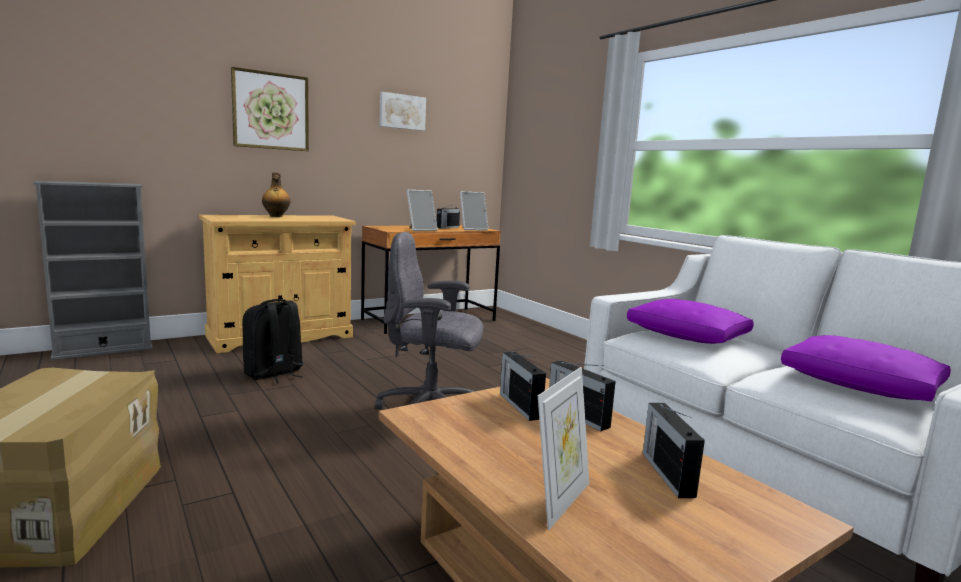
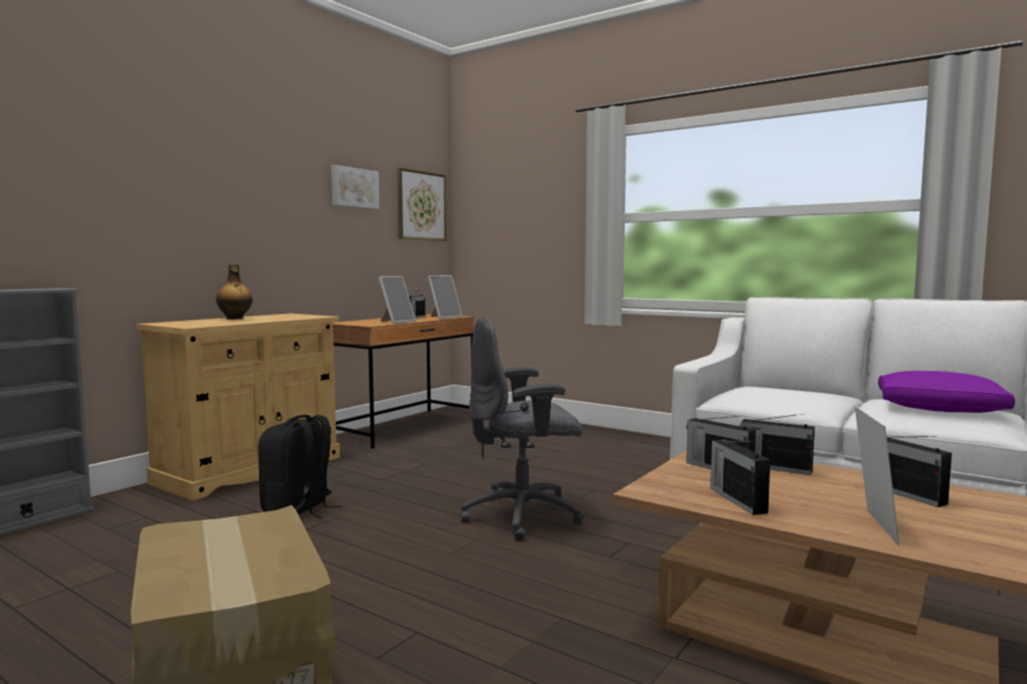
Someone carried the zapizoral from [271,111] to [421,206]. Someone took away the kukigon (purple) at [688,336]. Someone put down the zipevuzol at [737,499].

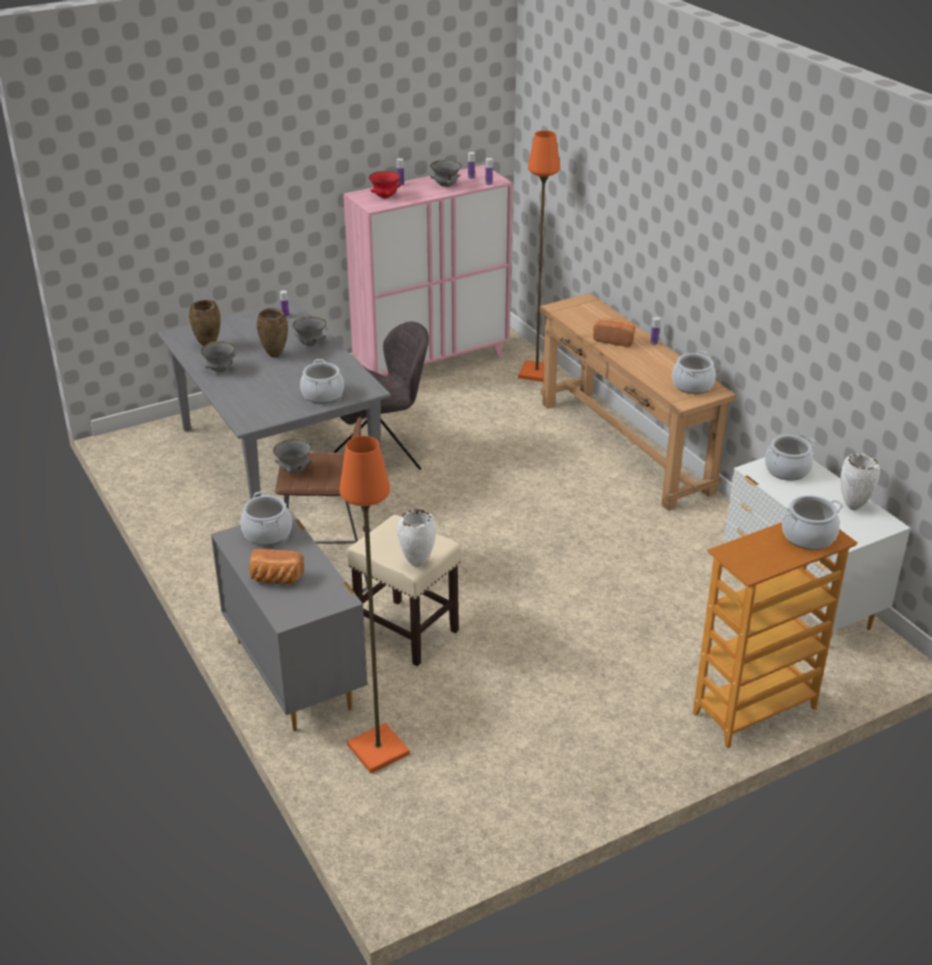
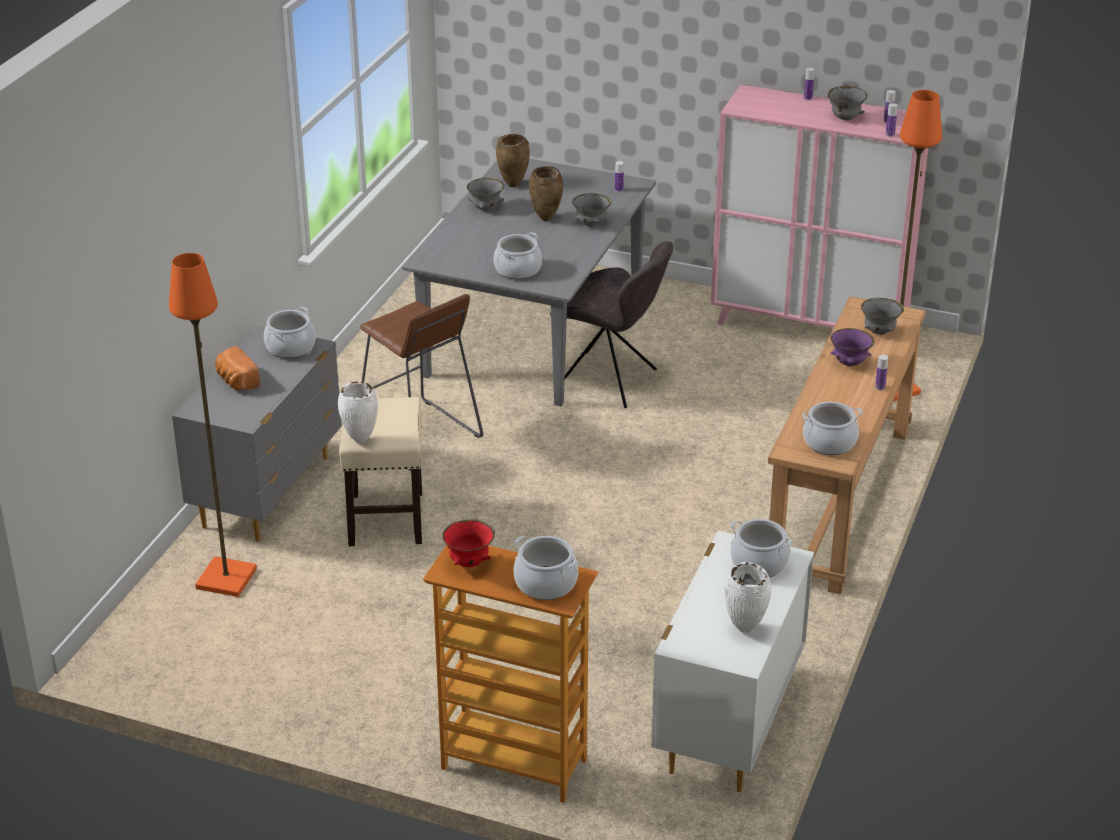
Someone carried the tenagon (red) from [385,197] to [469,563]. Someone swapped the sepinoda at [615,340] for the tenagon (purple) at [849,363]. Someone carried the tenagon (grey) from [294,470] to [879,332].

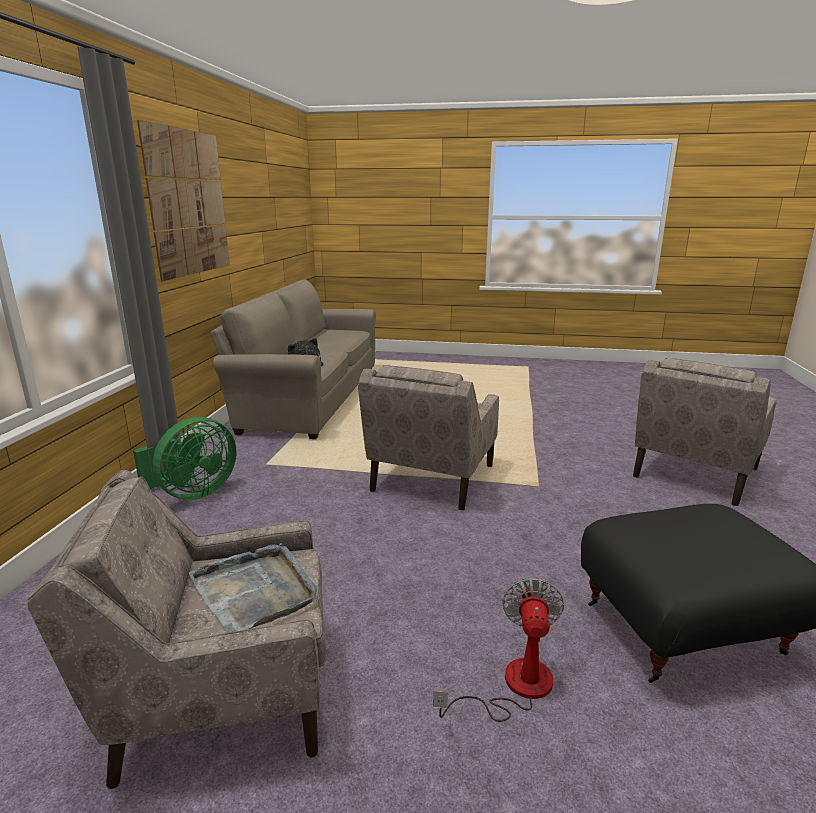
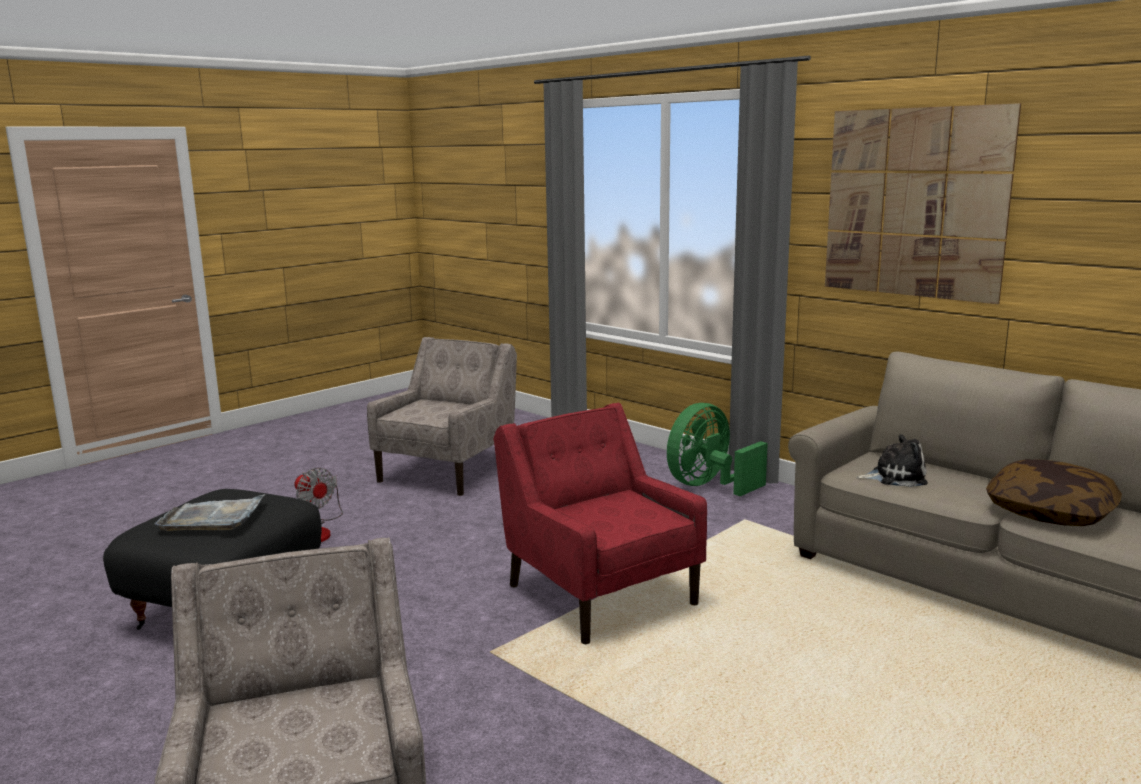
Someone repainted the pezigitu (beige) at [432,479], which became the pezigitu (red) at [601,593]. Someone rotated the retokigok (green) at [193,493] by 60 degrees clockwise. Someone carried the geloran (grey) from [255,590] to [213,517]. Someone put down the kukigon at [1050,512].

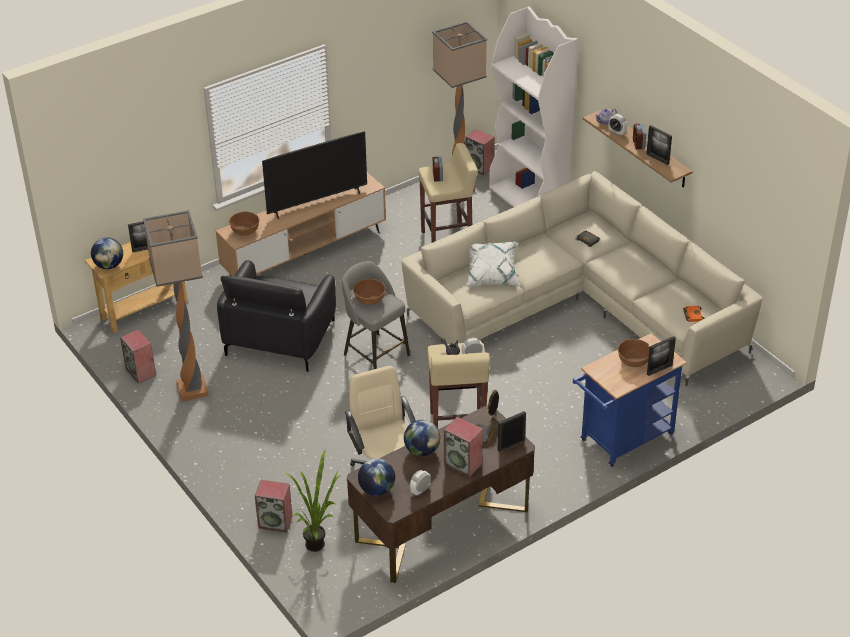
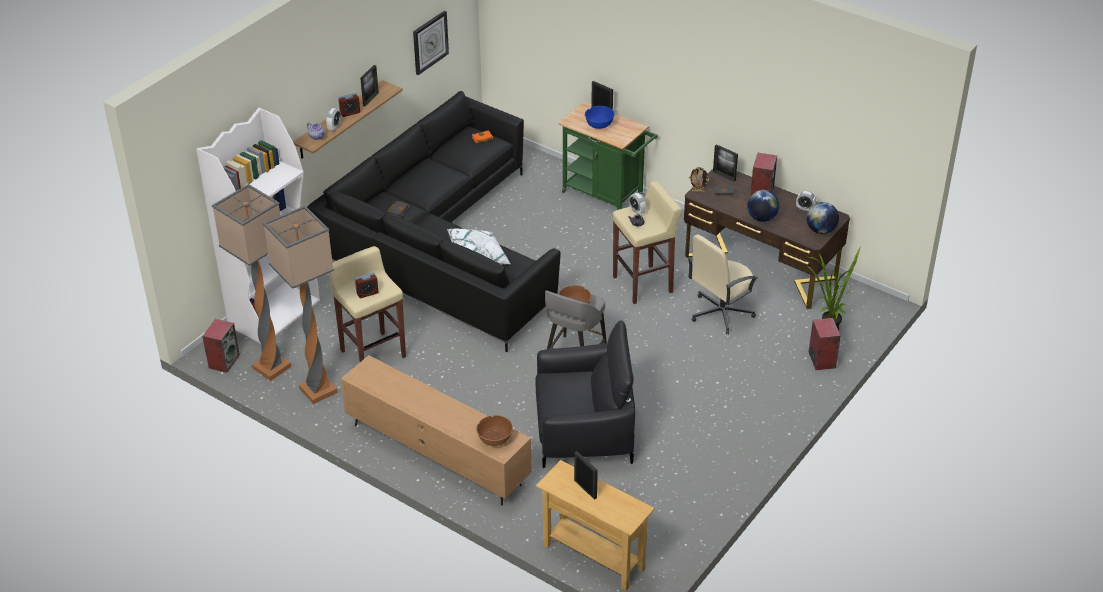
Someone took away the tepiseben at [317,203]. Someone repainted the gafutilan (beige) at [580,305], which became the gafutilan (black) at [440,248]. Someone carried the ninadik from [191,389] to [318,391]. Someone took away the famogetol at [109,265]. Someone took away the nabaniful at [141,372]. Someone repainted the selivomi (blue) at [622,440], which became the selivomi (green) at [606,195]. Someone repainted the tenagon (brown) at [633,361], which became the tenagon (blue) at [599,125]. Someone put up the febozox at [430,42].

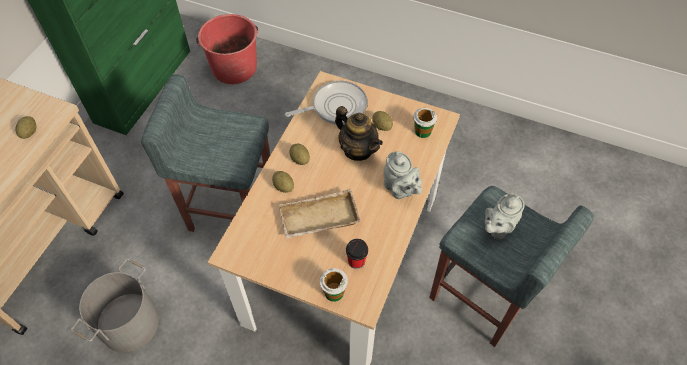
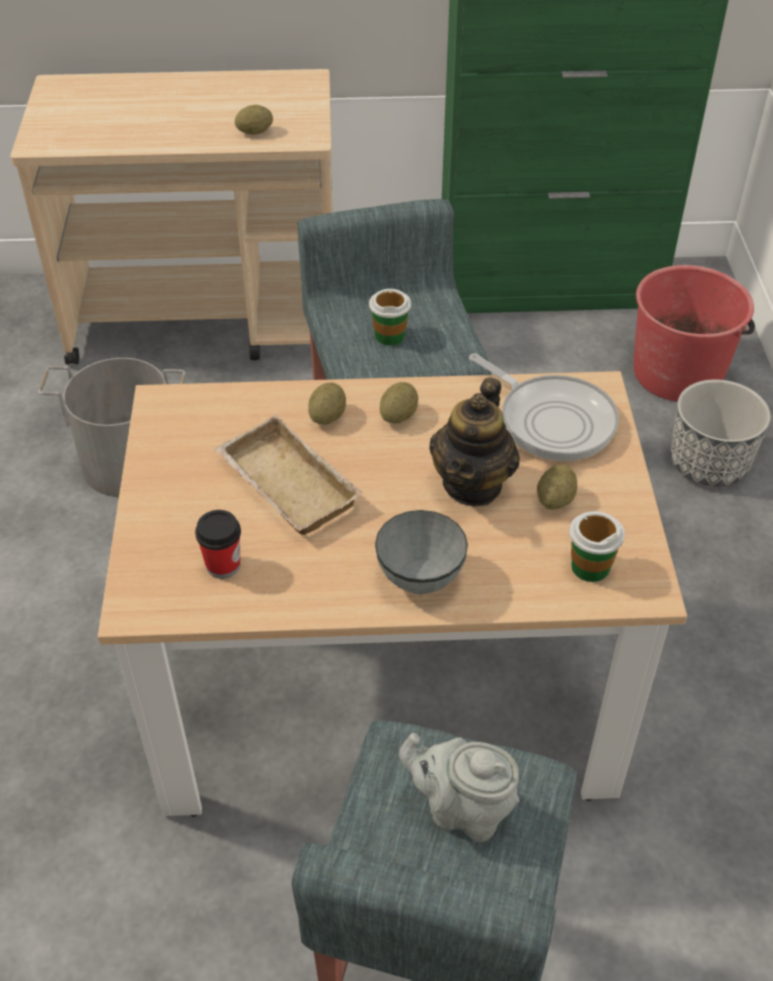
Someone swapped the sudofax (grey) at [400,189] for the tenagon (grey) at [420,577]. Someone carried the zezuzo from [334,292] to [389,335]. Someone put down the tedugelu at [709,463].

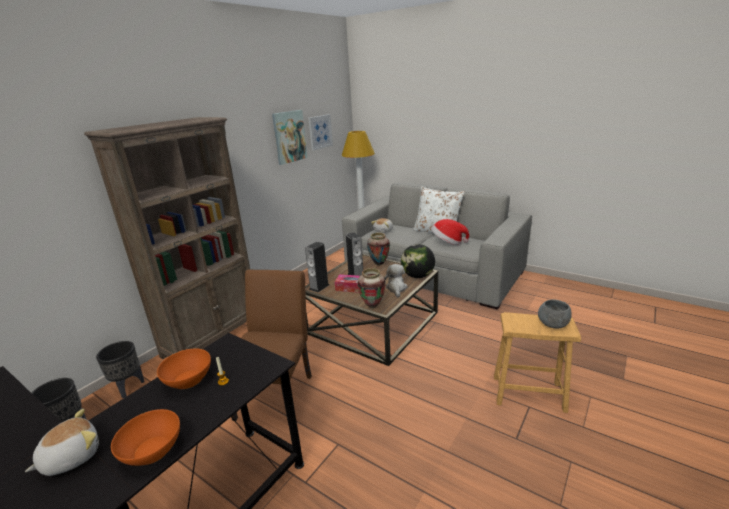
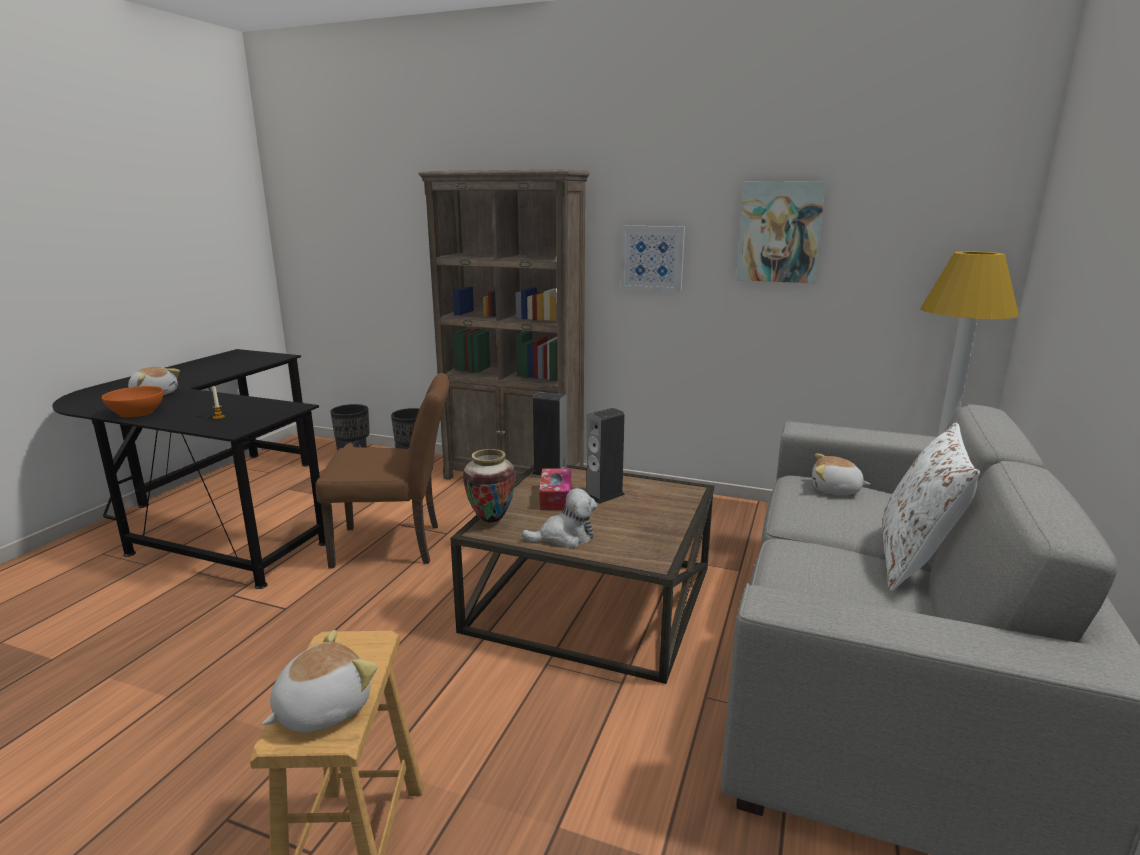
Someone carried the zapizoral from [320,132] to [652,258]. Someone took away the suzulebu at [448,243]. Someone took away the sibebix at [379,264]. Someone took away the famogetol at [417,276]. Someone swapped the tenagon (grey) at [552,325] for the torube at [321,709]. Someone took away the tenagon (orange) at [188,379].

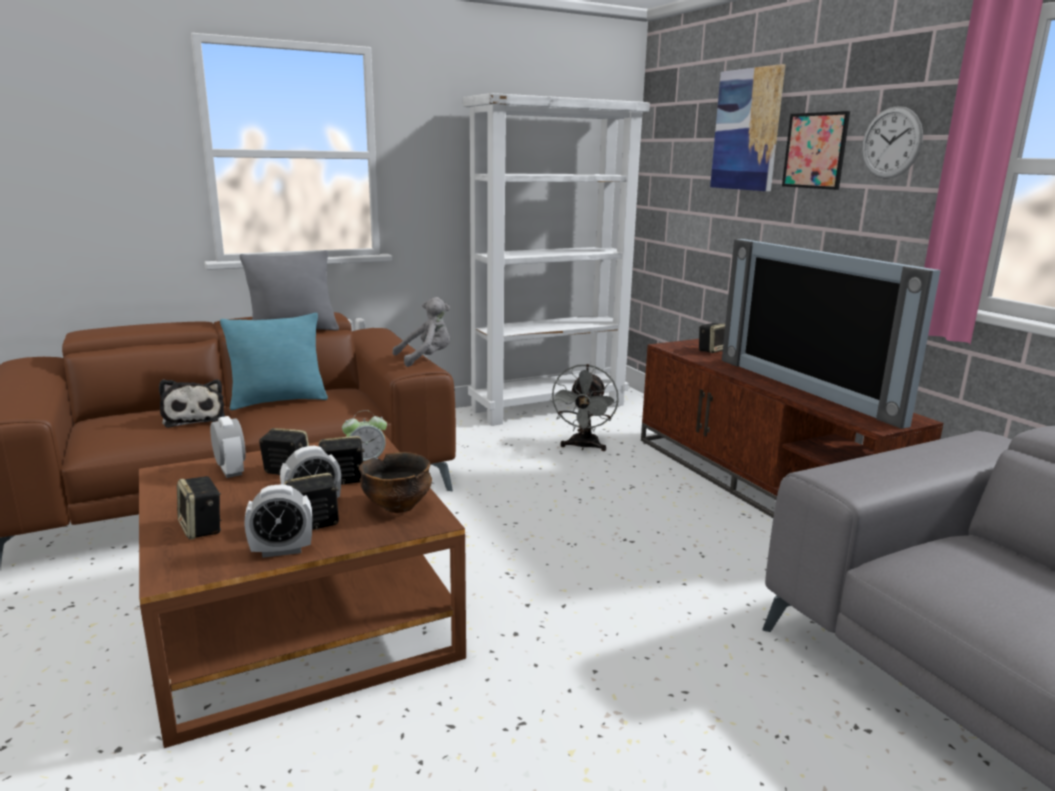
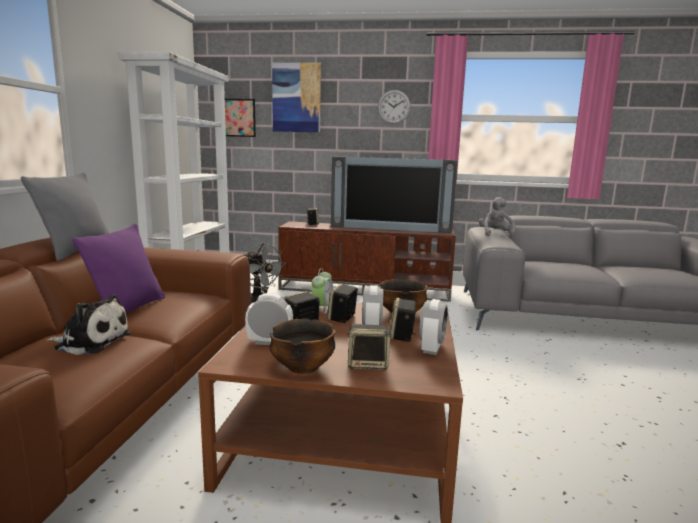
Someone carried the zapizoral from [815,150] to [237,117]. Someone carried the torube (grey) from [426,359] to [495,235]. Someone repainted the kukigon (turquoise) at [278,401], which became the kukigon (purple) at [128,310]. Someone put down the tenagon at [302,368].

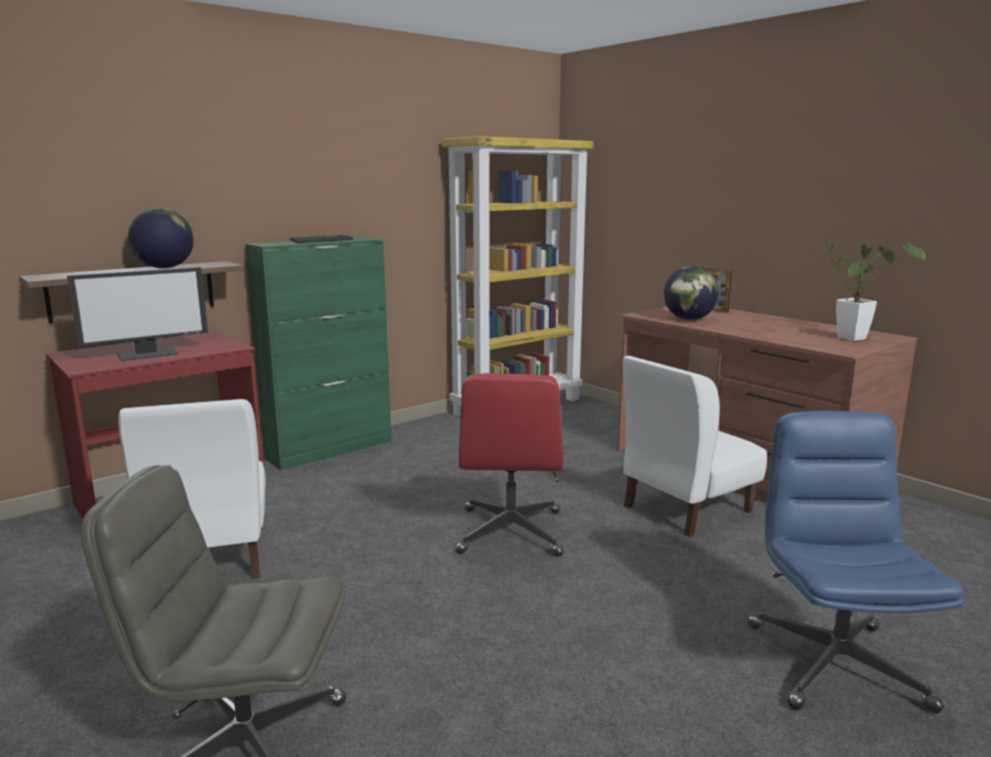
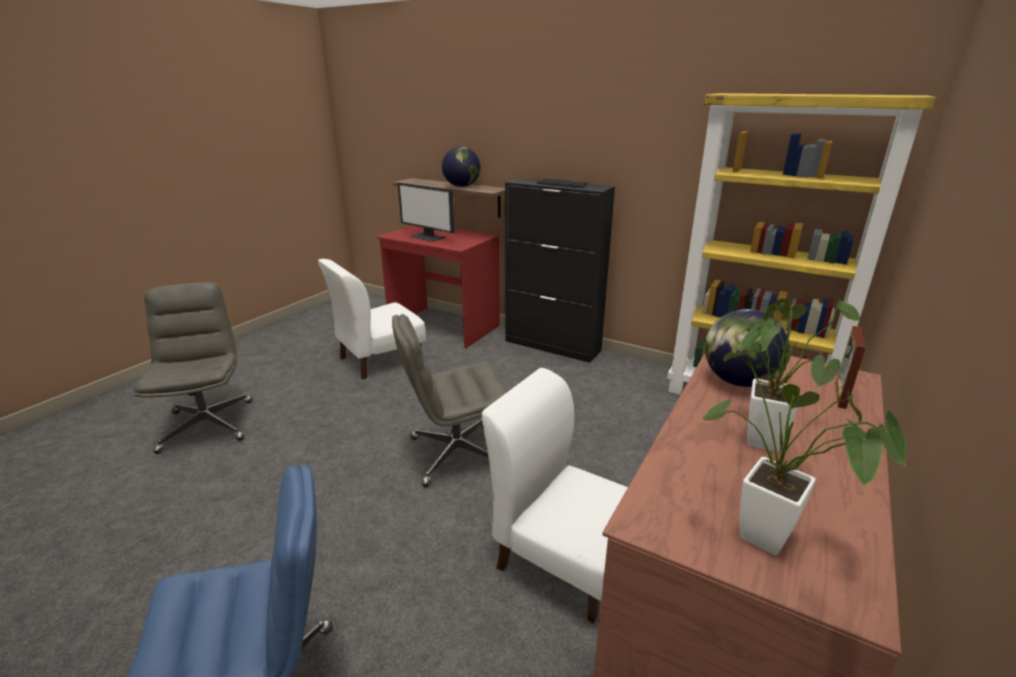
Someone repainted the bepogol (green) at [330,449], which became the bepogol (black) at [553,346]. Someone repainted the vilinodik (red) at [511,533], which became the vilinodik (grey) at [456,454]. Someone put down the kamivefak at [763,436].

